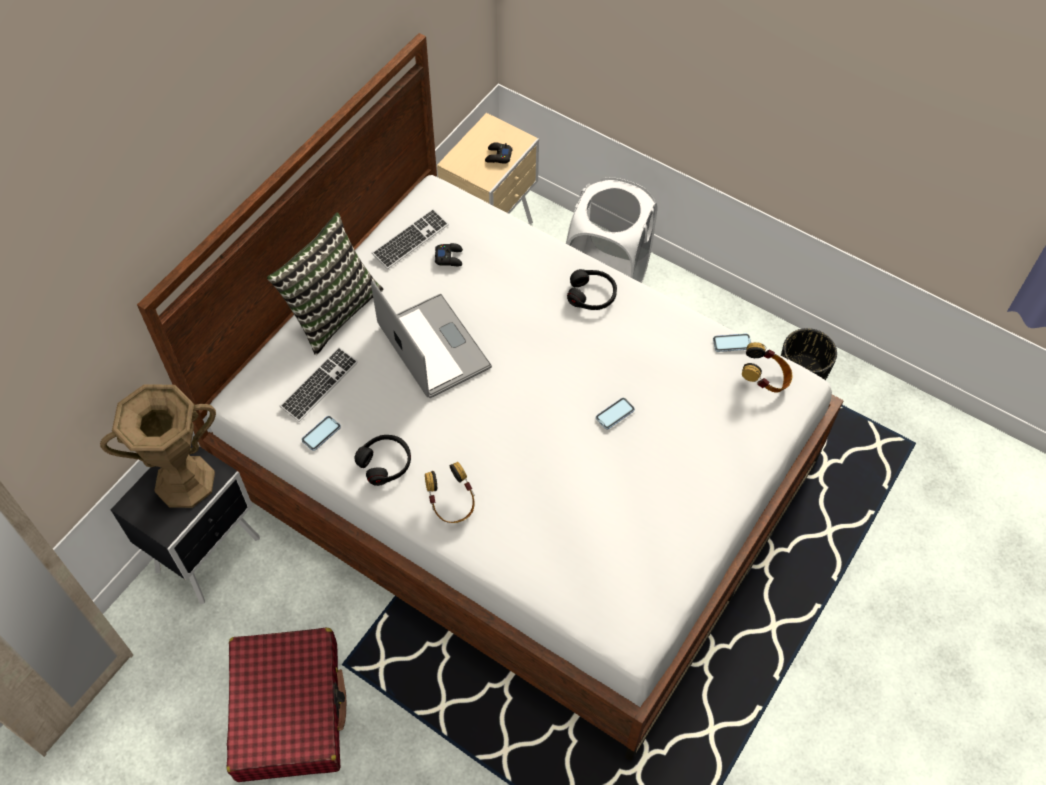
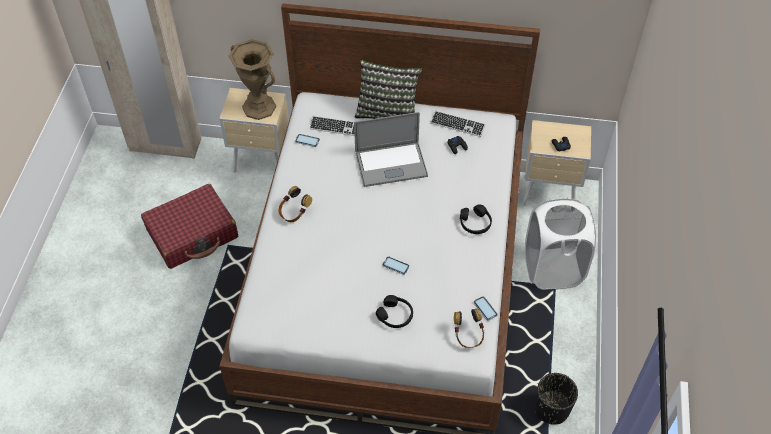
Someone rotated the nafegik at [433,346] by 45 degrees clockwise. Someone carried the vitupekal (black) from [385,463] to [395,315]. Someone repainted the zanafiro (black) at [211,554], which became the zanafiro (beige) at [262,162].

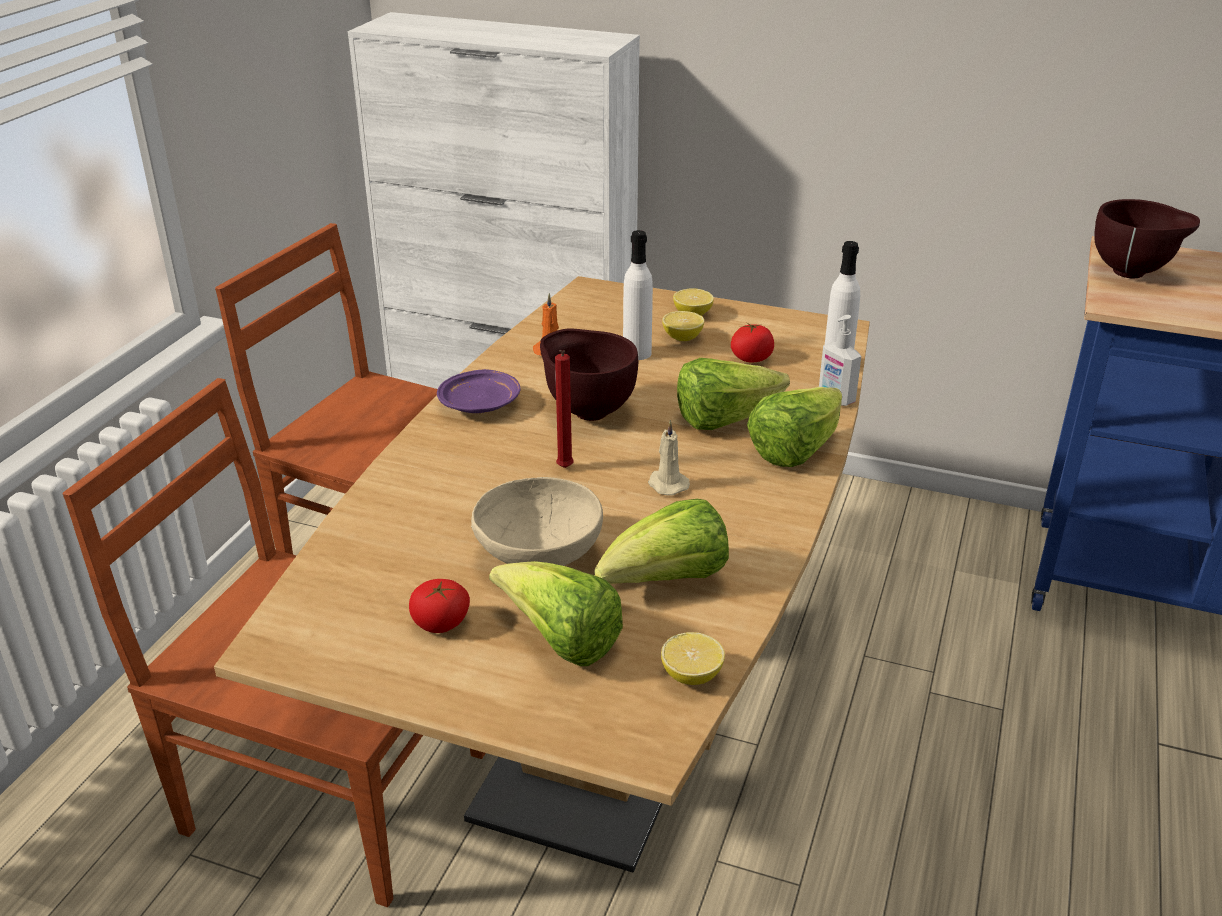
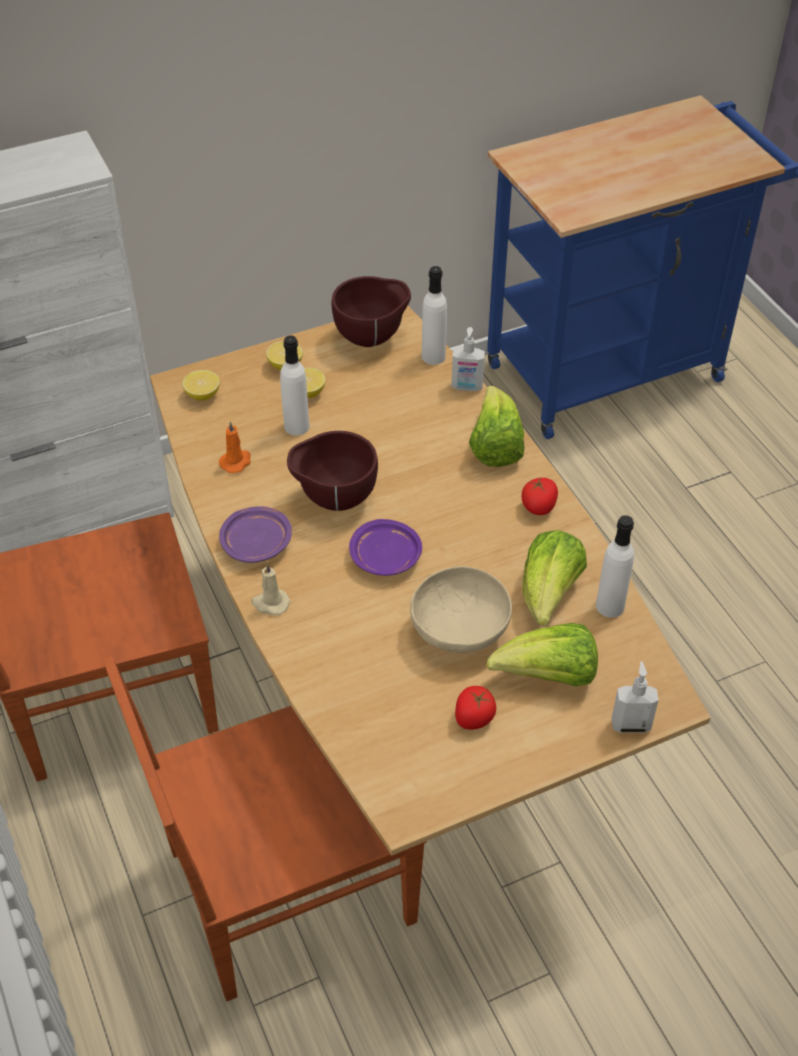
Someone carried the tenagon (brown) from [1133,273] to [372,338]. Someone carried the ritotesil from [751,358] to [539,507]. Someone swapped the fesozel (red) at [564,469] for the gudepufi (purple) at [386,557]. Someone took away the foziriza at [724,420]. Someone carried the fesozel (beige) from [666,484] to [270,603]. Someone carried the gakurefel from [691,676] to [202,395]. Someone put down the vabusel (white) at [610,606]. Someone put down the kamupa at [630,724].

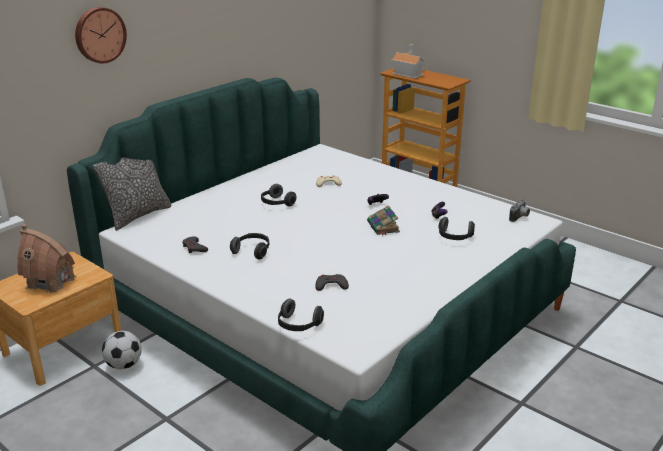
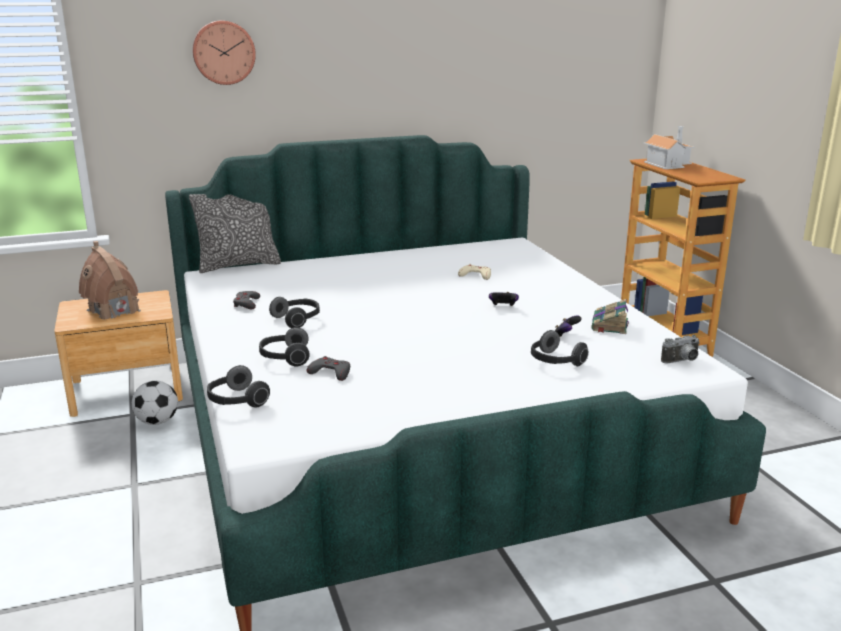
Someone carried the vitupekal from [276,203] to [284,358]. Someone carried the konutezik from [383,227] to [609,325].

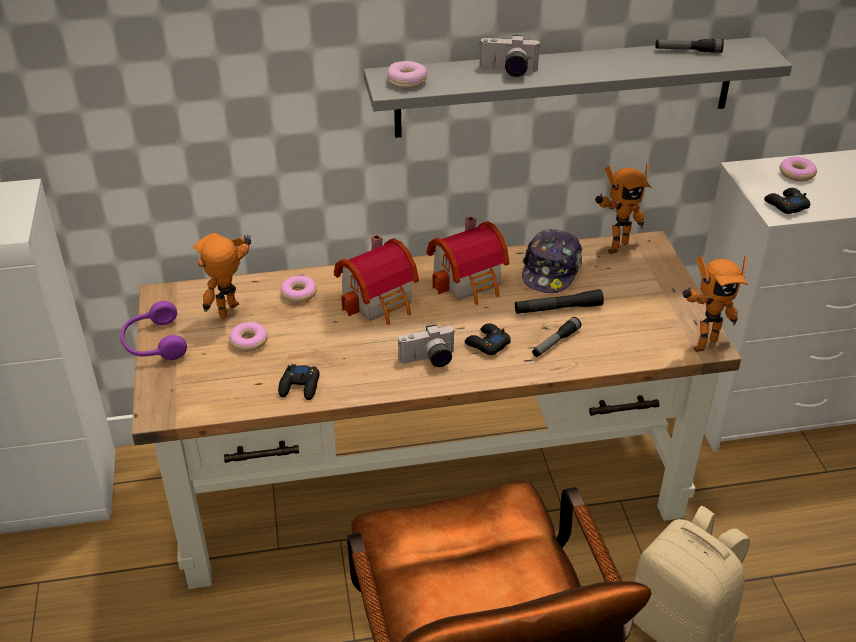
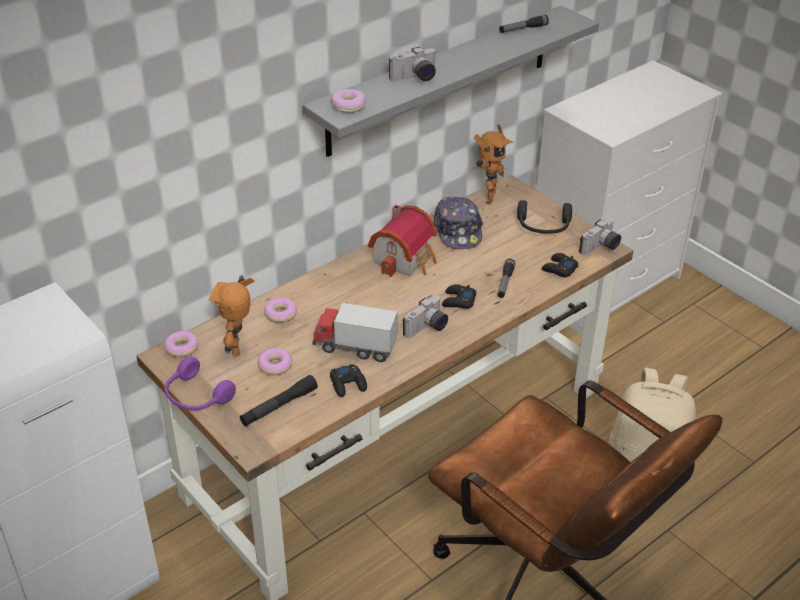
Someone carried the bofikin from [796,174] to [182,348]. Someone carried the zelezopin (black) from [785,205] to [559,269]. Someone took away the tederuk at [381,300]. Someone swapped the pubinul at [702,342] for the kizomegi at [601,248]. Someone carried the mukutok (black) from [558,309] to [279,406]. Someone put down the vitupekal (black) at [543,227]. Someone put down the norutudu at [355,347].

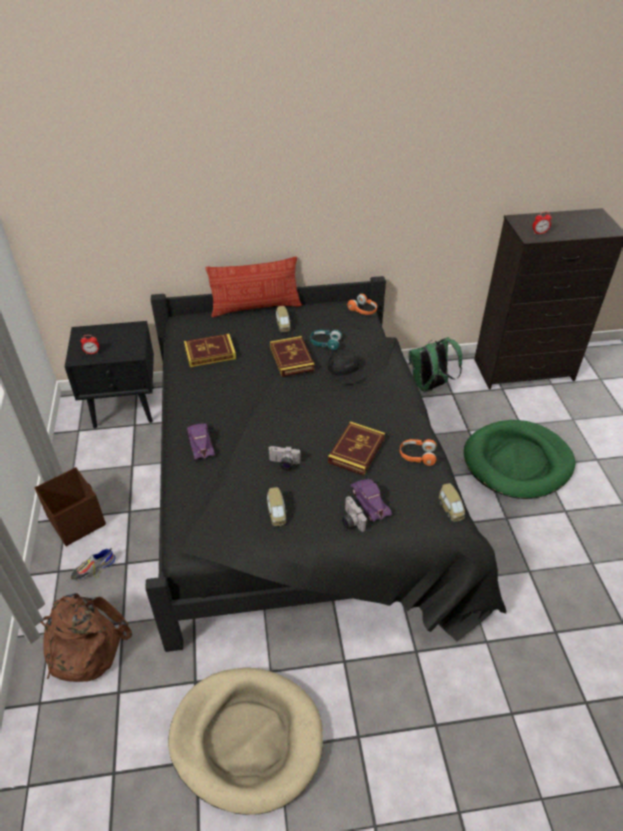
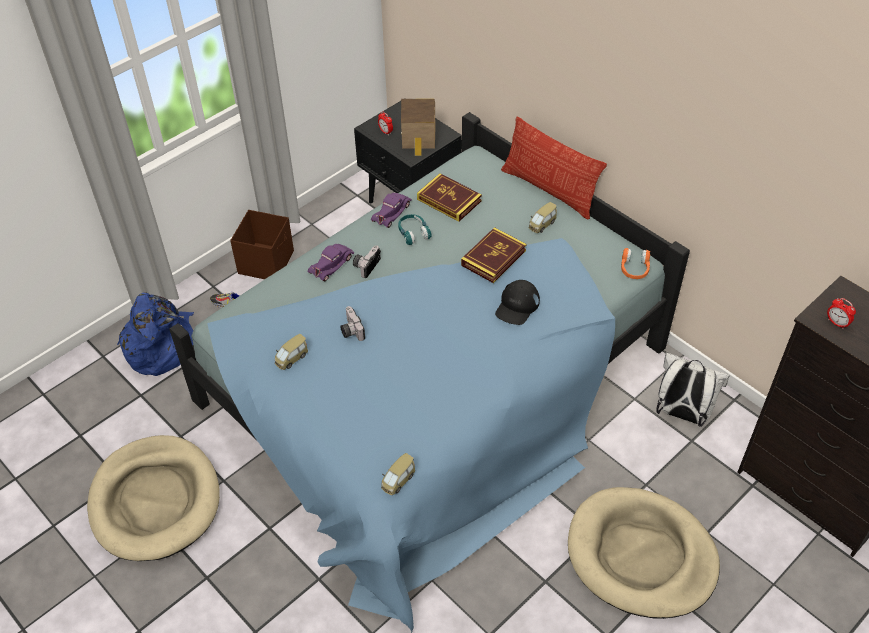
Someone repainted the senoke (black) at [304,487], which became the senoke (blue) at [434,388]. Someone carried the vitupekal (turquoise) from [325,343] to [413,233]. Someone repainted the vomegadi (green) at [430,386], which became the vomegadi (white) at [682,414]. Someone repainted the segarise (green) at [517,462], which became the segarise (beige) at [641,556]. Someone took away the konutezik at [356,450]. Someone took away the vitupekal (orange) at [417,456]. Someone carried the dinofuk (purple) from [370,502] to [392,212]. Someone carried the kizomegi from [350,521] to [366,265]. Someone repainted the vomegadi (brown) at [83,645], which became the vomegadi (blue) at [163,347]. Someone put down the tederuk at [419,139].

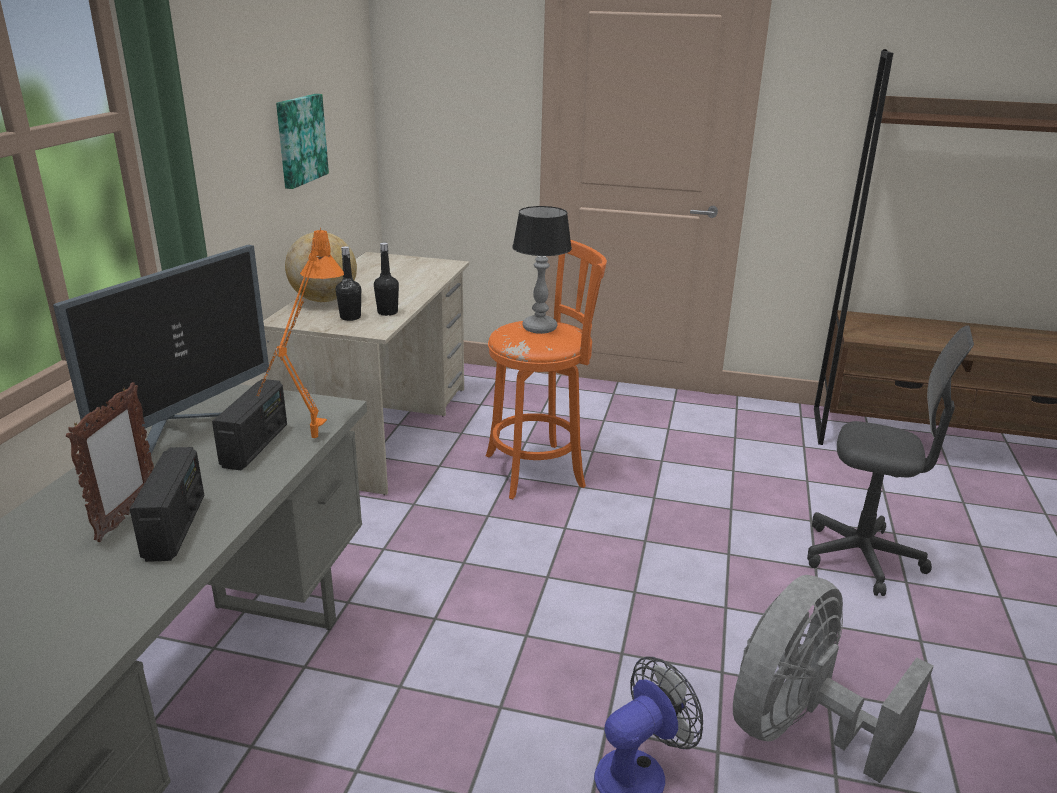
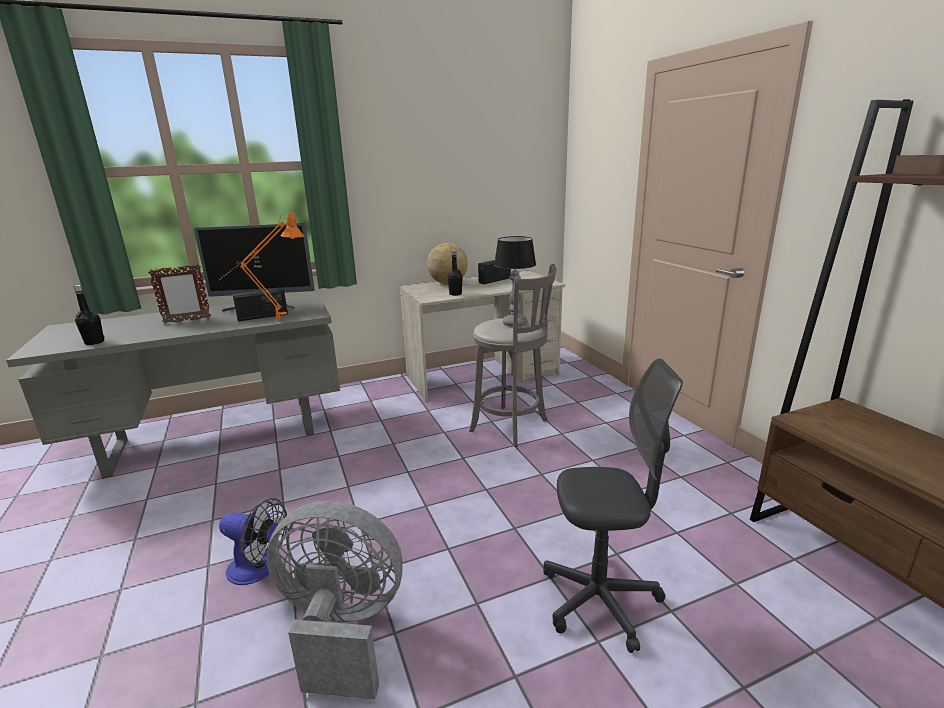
Someone took away the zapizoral at [299,140]. Someone repainted the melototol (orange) at [540,470], which became the melototol (grey) at [512,427]. Someone carried the vabusel (black) from [350,317] to [94,342]. Someone rotated the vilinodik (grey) at [862,558] by 75 degrees counterclockwise. Someone carried the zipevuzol from [175,527] to [495,280].

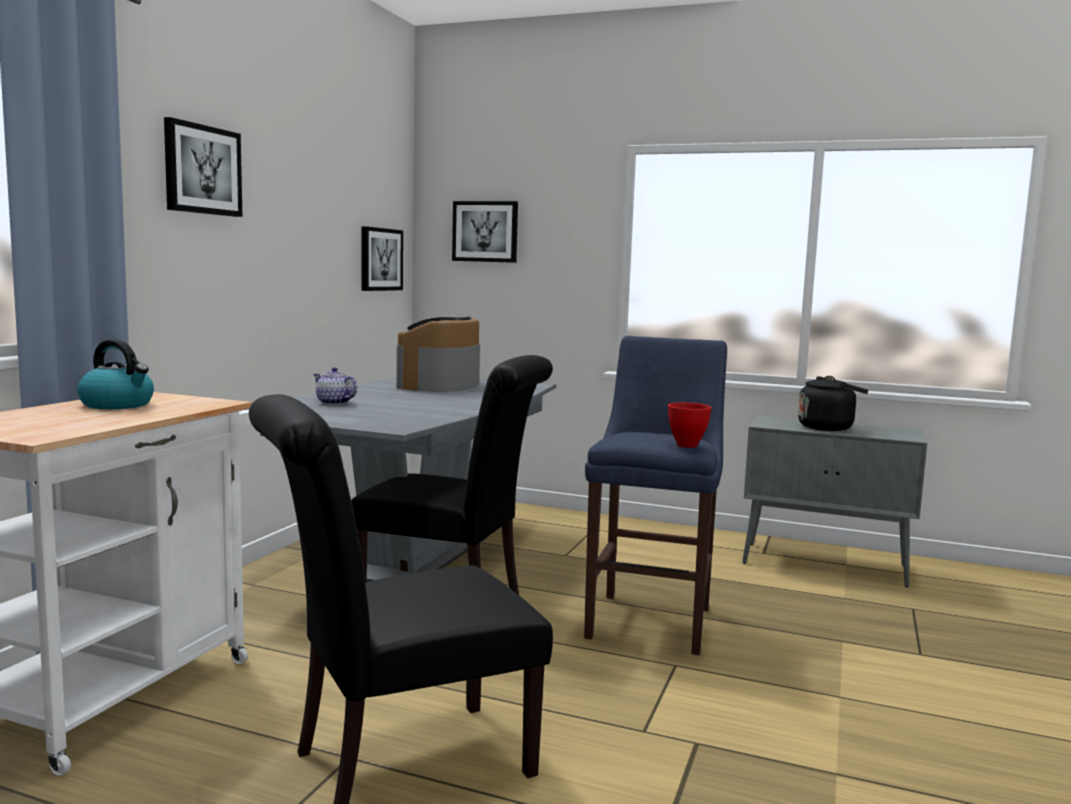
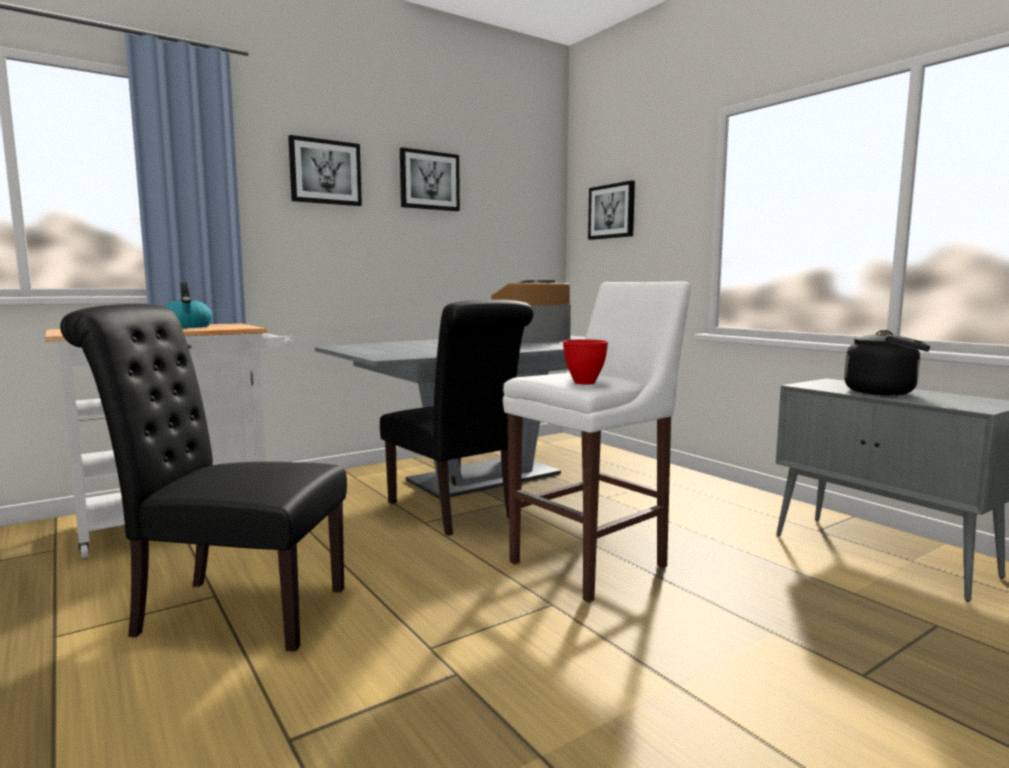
Someone carried the zapizoral from [380,259] to [429,180]. Someone repainted the melototol (blue) at [651,620], which became the melototol (white) at [594,562]. Someone took away the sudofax at [333,403].

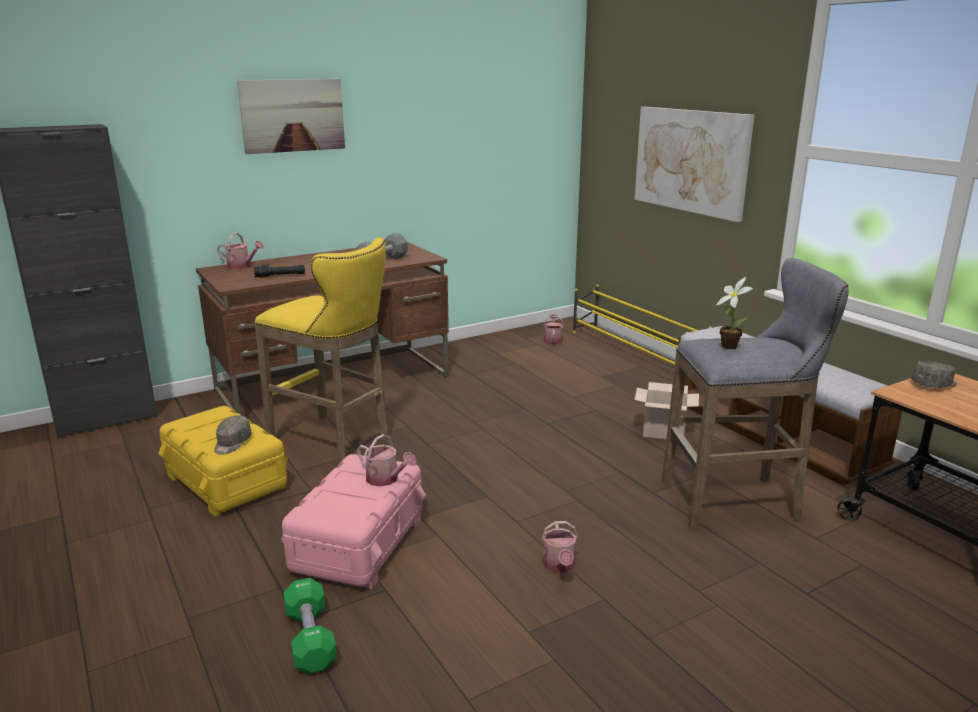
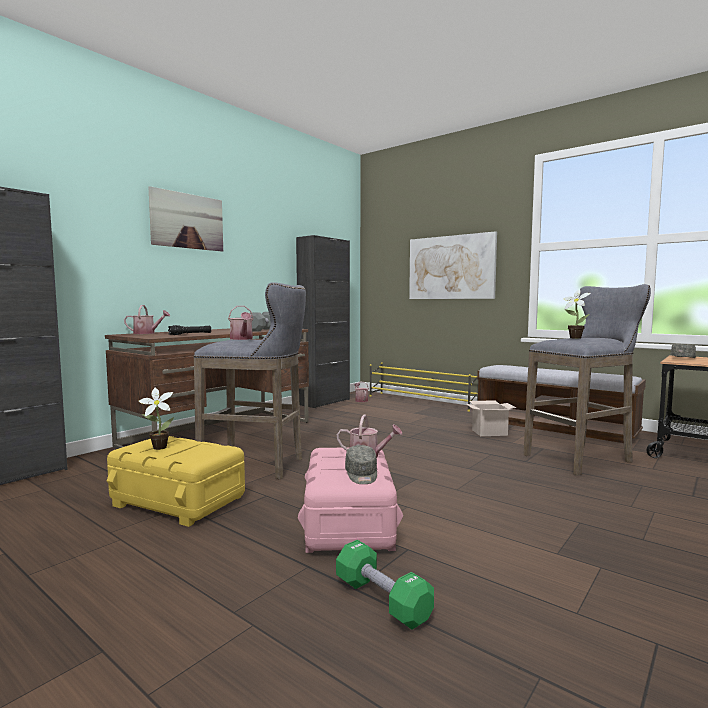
Someone repainted the melototol (yellow) at [335,443], which became the melototol (grey) at [257,465]. Someone carried the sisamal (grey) from [232,443] to [361,475]. Someone carried the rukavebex from [559,566] to [242,339]. Someone put down the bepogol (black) at [324,402]. Someone put down the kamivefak at [157,447].

